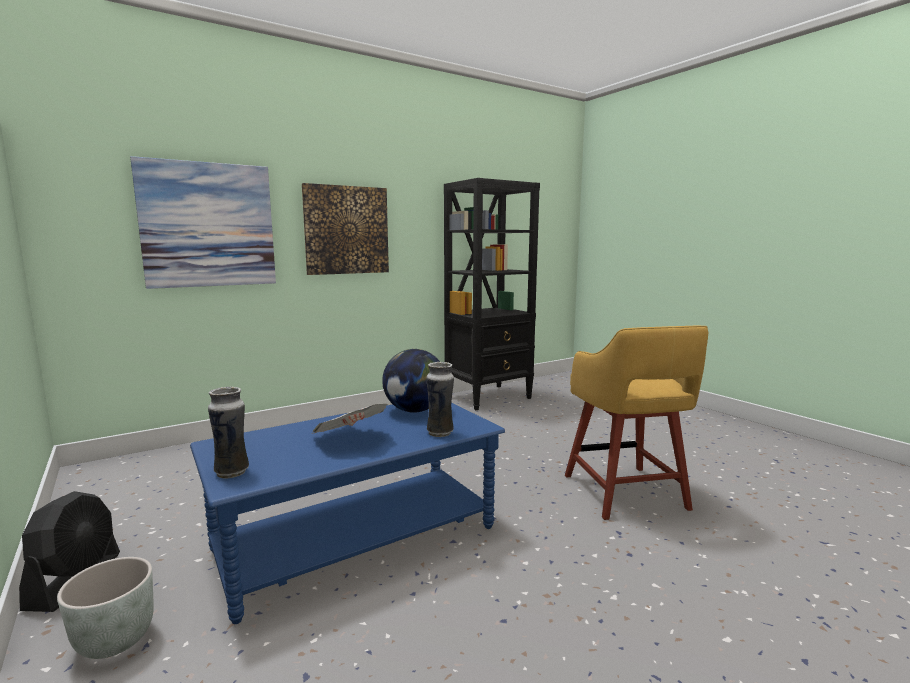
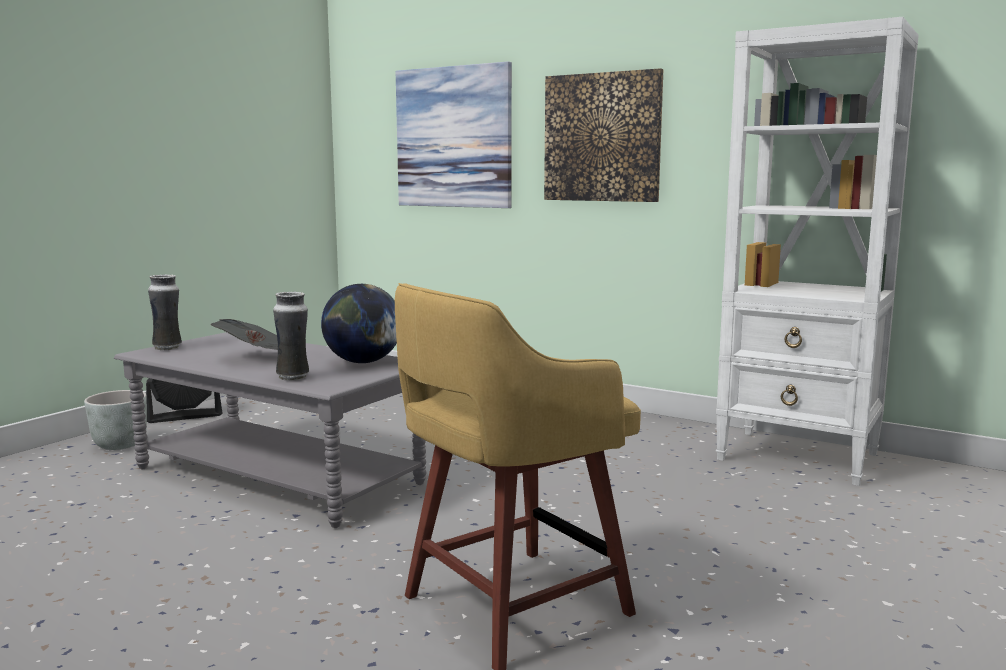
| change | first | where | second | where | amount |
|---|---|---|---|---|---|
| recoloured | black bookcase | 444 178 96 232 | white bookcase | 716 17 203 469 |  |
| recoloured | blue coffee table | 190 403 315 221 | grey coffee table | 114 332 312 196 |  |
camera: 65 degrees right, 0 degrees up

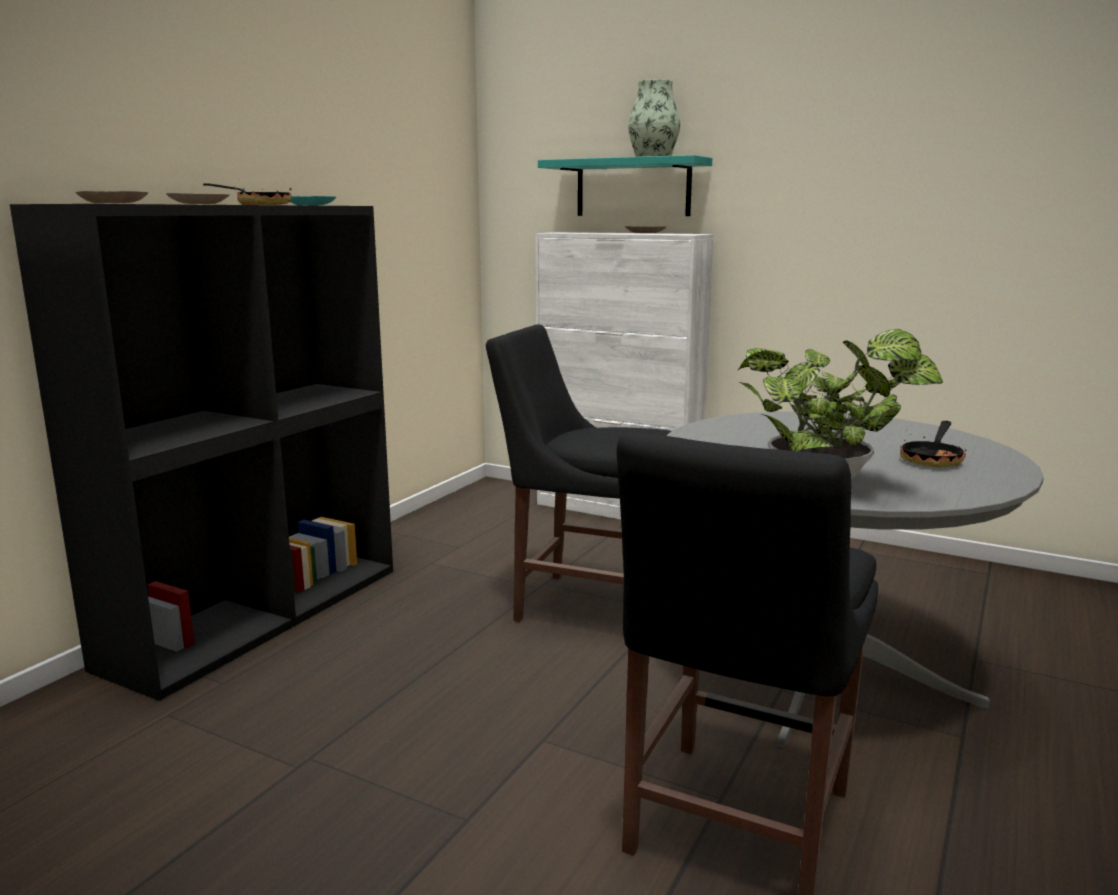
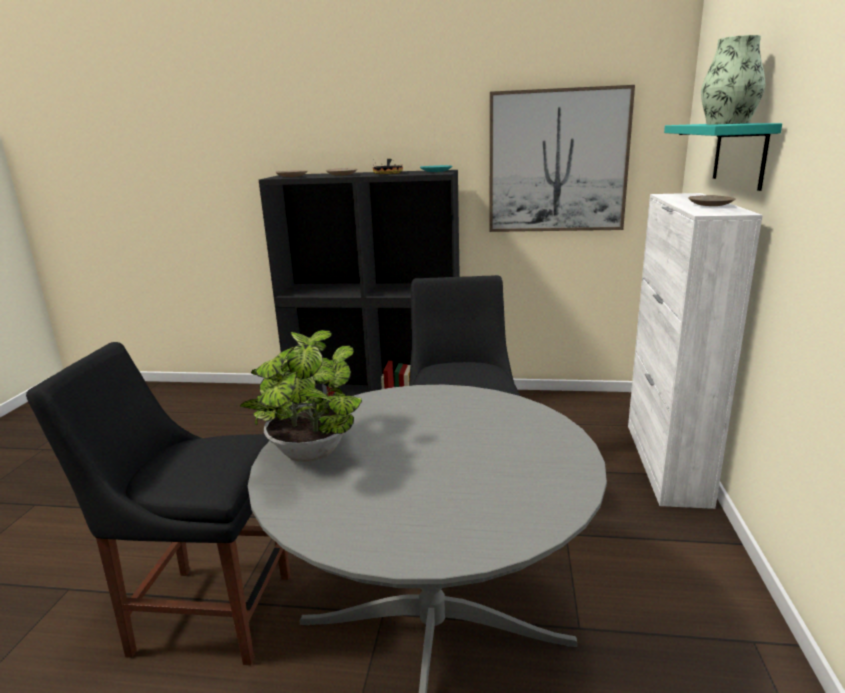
| change | first | where | second | where | amount |
|---|---|---|---|---|---|
| removed | frying pan | 900 421 66 47 |  |  |  |
| added |  |  | picture | 489 85 146 147 |  |
camera: 70 degrees right, 5 degrees up

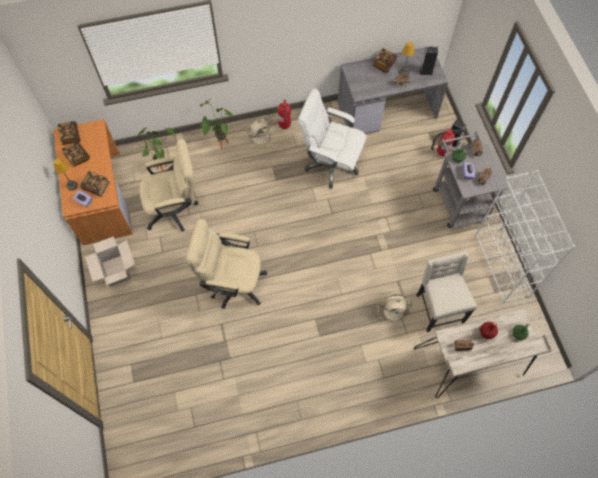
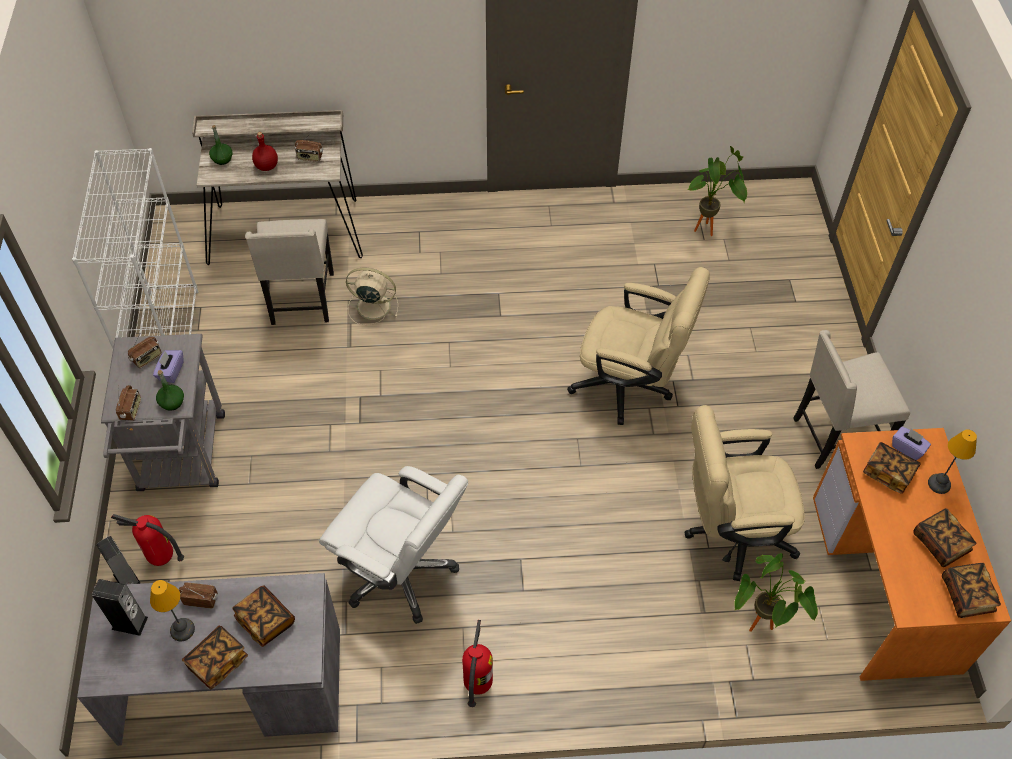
| change | first | where | second | where | amount |
|---|---|---|---|---|---|
| moved | potted plant | 200 99 33 51 |  | 687 146 60 90 |  |
| removed | beige fan | 246 117 28 31 |  |  |  |
| replaced | cardboard box | 85 236 50 51 | beige chair | 793 330 117 139 |  |
| added |  |  | book | 232 586 63 61 |  |
camera: 170 degrees left, 10 degrees down

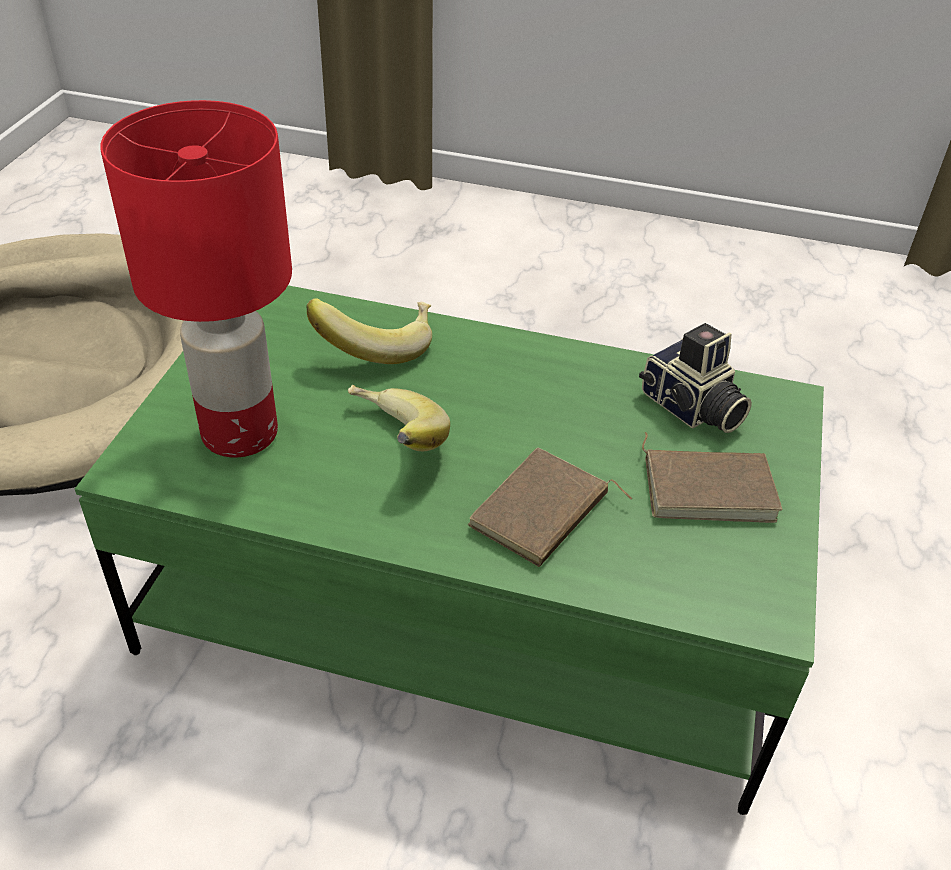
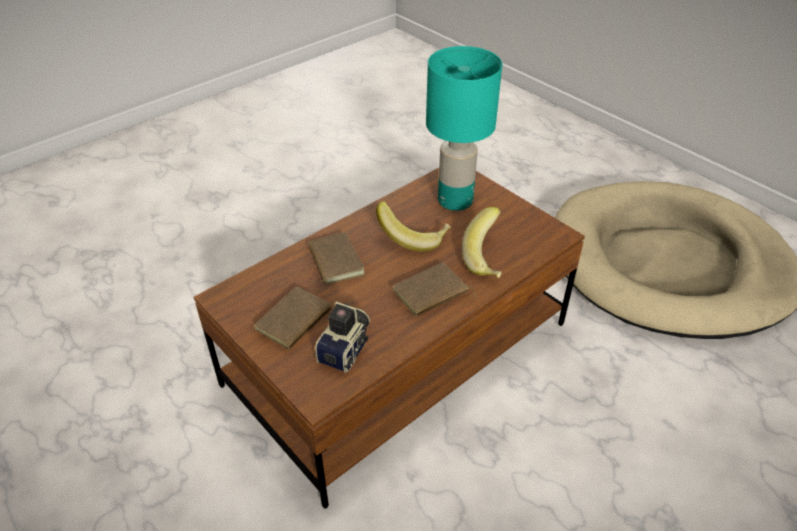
| change | first | where | second | where | amount |
|---|---|---|---|---|---|
| recoloured | red table lamp | 100 100 192 358 | turquoise table lamp | 426 46 77 165 |  |
| recoloured | green coffee table | 75 285 749 530 | brown coffee table | 194 168 391 341 |  |
| turned | photo camera | 639 323 113 110 |  | 315 302 55 71 | 120 degrees clockwise |
| added |  |  | brown book | 392 262 85 55 |  |
camera: 125 degrees right, 0 degrees up

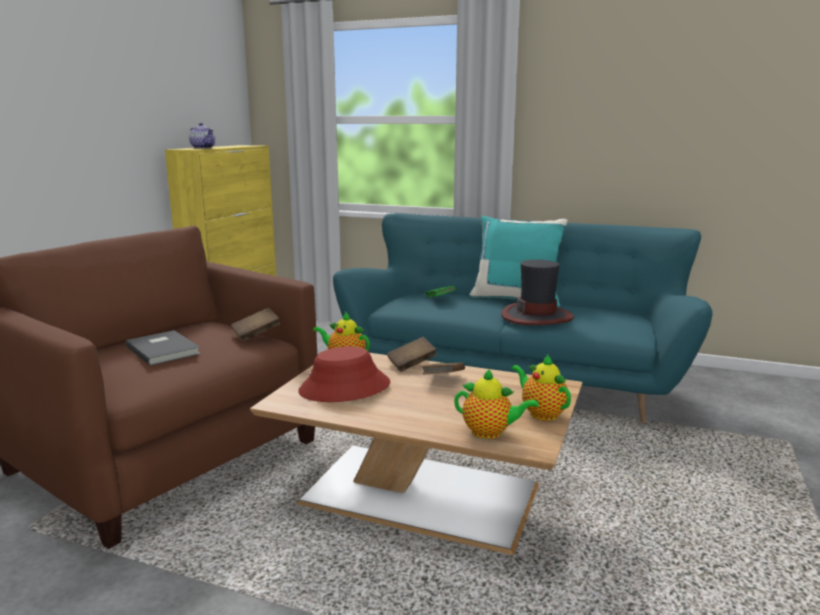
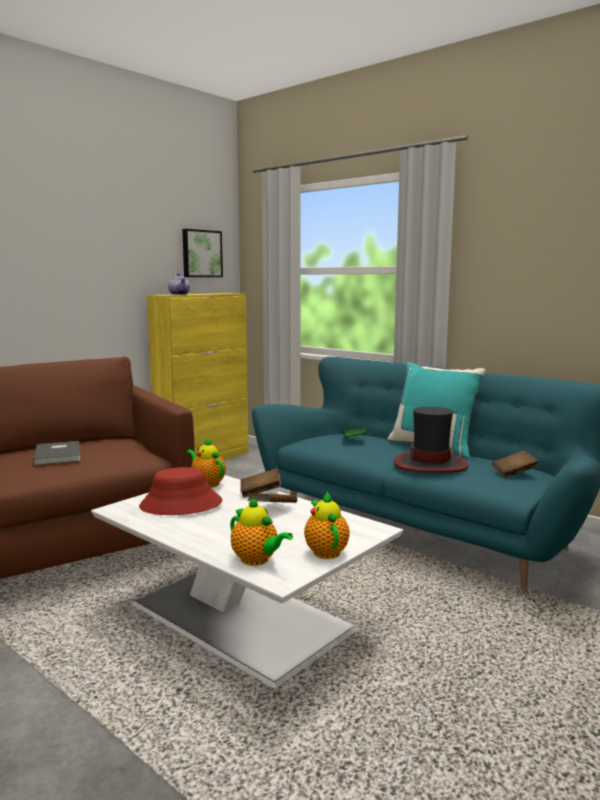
| change | first | where | second | where | amount |
|---|---|---|---|---|---|
| moved | brown book | 231 308 49 34 |  | 492 450 47 28 |  |
| recoloured | brown coffee table | 250 353 333 202 | white coffee table | 91 475 312 213 |  |
| added |  |  | picture | 182 229 41 48 |  |
camera: 20 degrees right, 5 degrees down

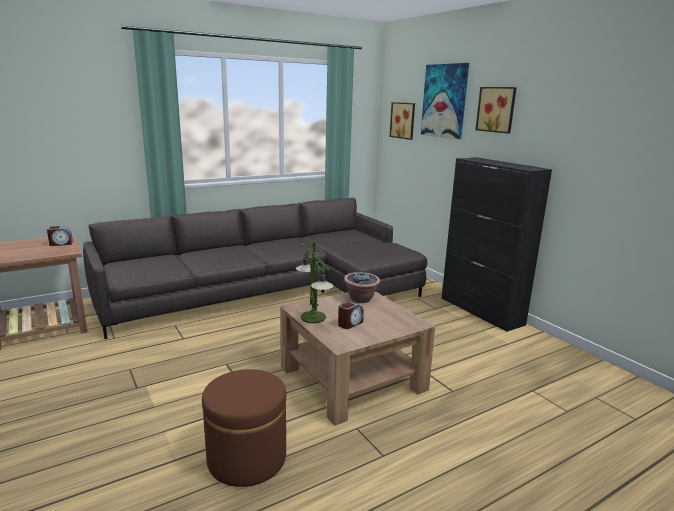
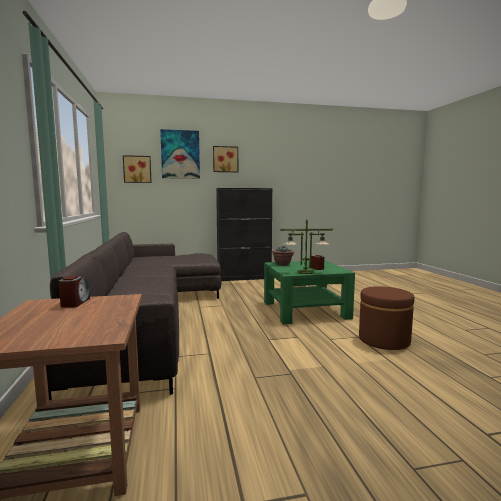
| change | first | where | second | where | amount |
|---|---|---|---|---|---|
| recoloured | brown coffee table | 280 291 155 135 | green coffee table | 264 260 91 64 |  |
camera: 70 degrees left, 10 degrees down

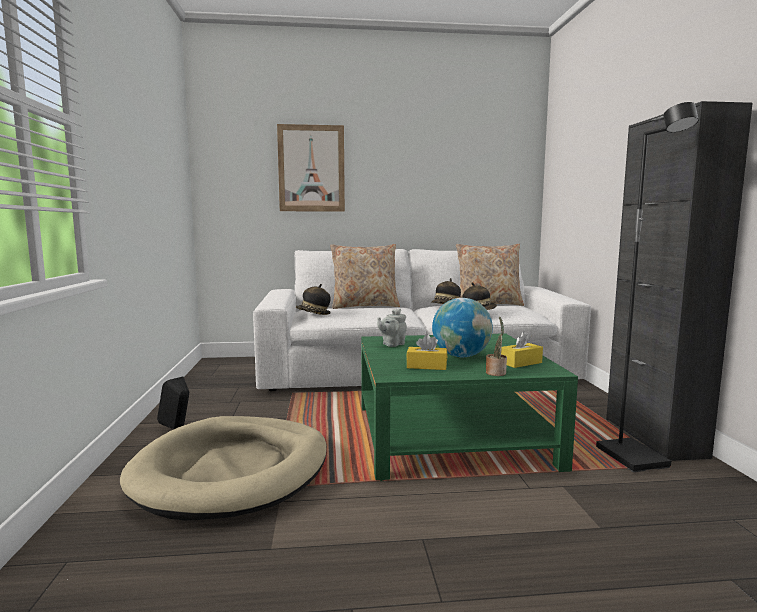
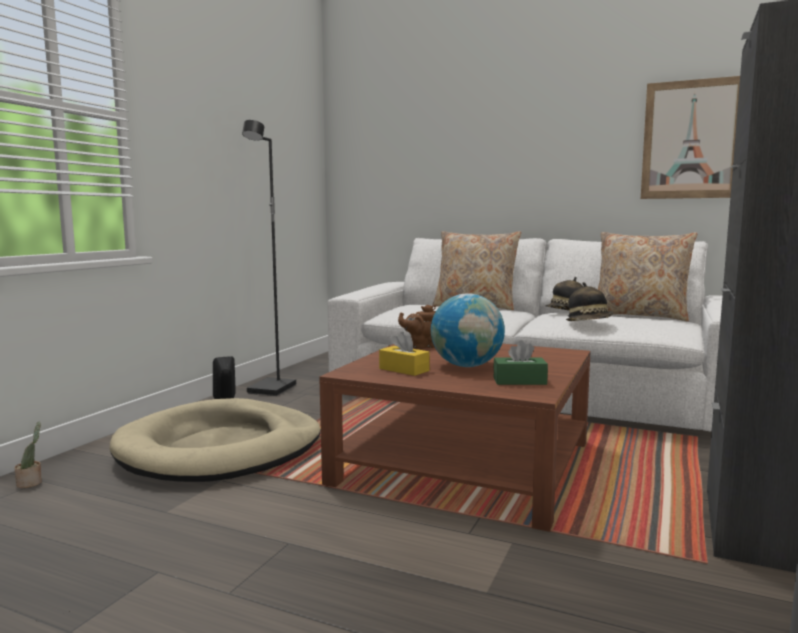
| change | first | where | second | where | amount |
|---|---|---|---|---|---|
| moved | black floor lamp | 596 102 103 370 |  | 242 120 54 276 |  |
| moved | picture | 277 124 68 88 |  | 641 76 99 123 |  |
| removed | hat | 296 284 35 31 |  |  |  |
| recoloured | grey teapot | 377 309 30 38 | brown teapot | 398 305 38 44 |  |
| moved | potted plant | 486 317 21 59 |  | 14 421 28 67 |  |
| recoloured | yellow tissue box | 501 331 42 37 | green tissue box | 493 340 55 45 |  |
| recoloured | green coffee table | 361 333 217 149 | brown coffee table | 319 344 272 188 |  |
camera: 30 degrees right, 0 degrees up

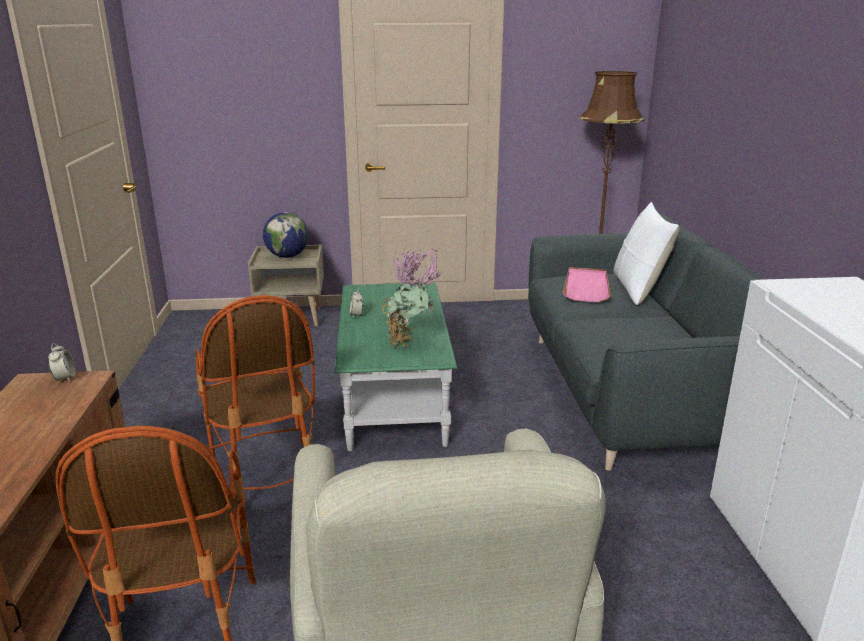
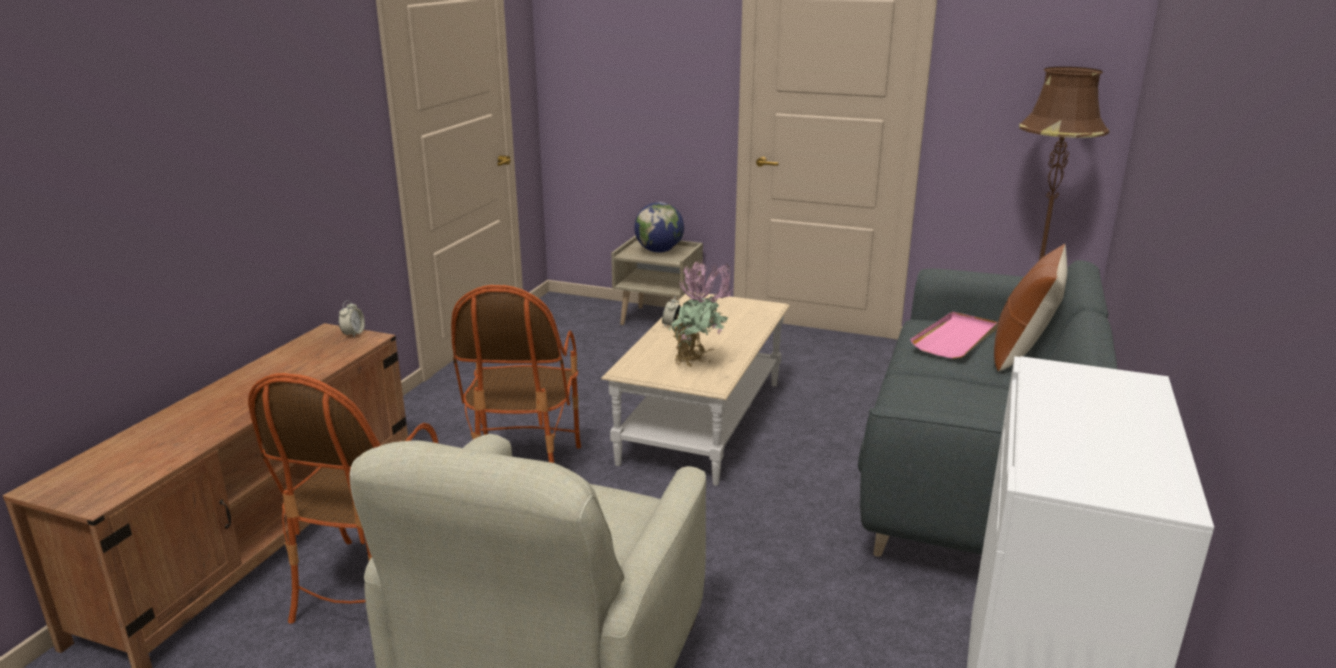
| change | first | where | second | where | amount |
|---|---|---|---|---|---|
| recoloured | white pillow | 613 202 66 104 | brown pillow | 994 244 73 127 |  |
| recoloured | green coffee table | 334 282 123 169 | beige coffee table | 601 291 189 195 |  |
camera: 25 degrees right, 0 degrees up

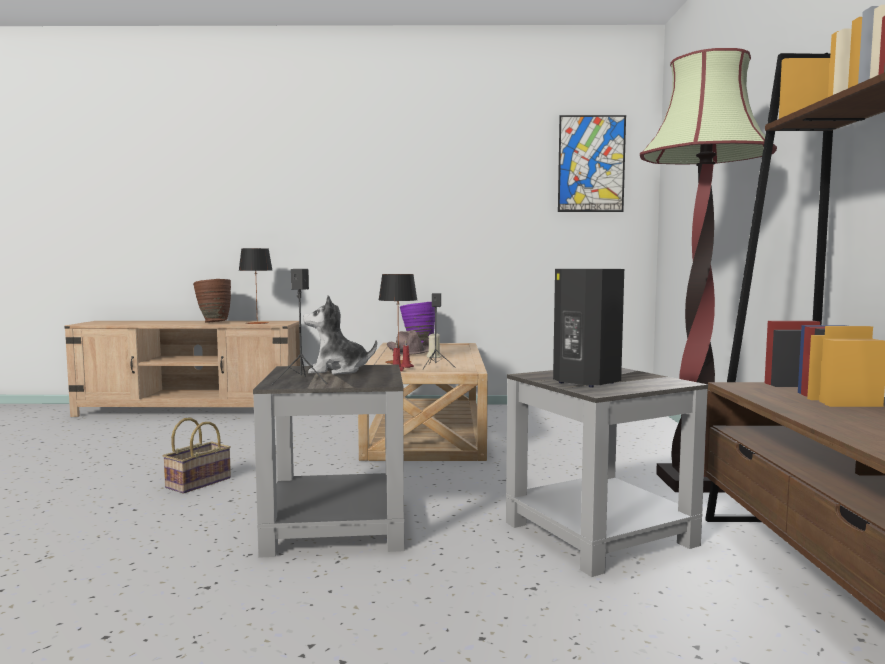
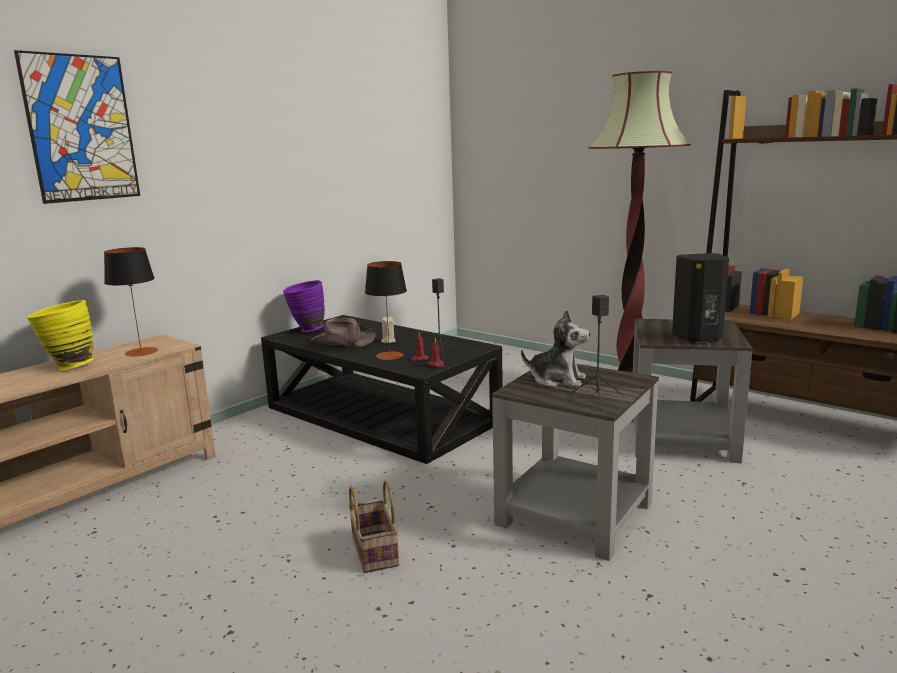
| change | first | where | second | where | amount |
|---|---|---|---|---|---|
| moved | picture | 558 115 68 97 |  | 14 50 126 154 |  |
| recoloured | brown vase | 193 279 38 43 | yellow vase | 27 300 66 70 |  |
| turned | plush toy | 303 295 74 80 |  | 521 309 69 79 | 105 degrees counterclockwise |
| recoloured | beige coffee table | 358 343 130 118 | black coffee table | 261 315 242 149 |  |
camera: 50 degrees left, 10 degrees up

